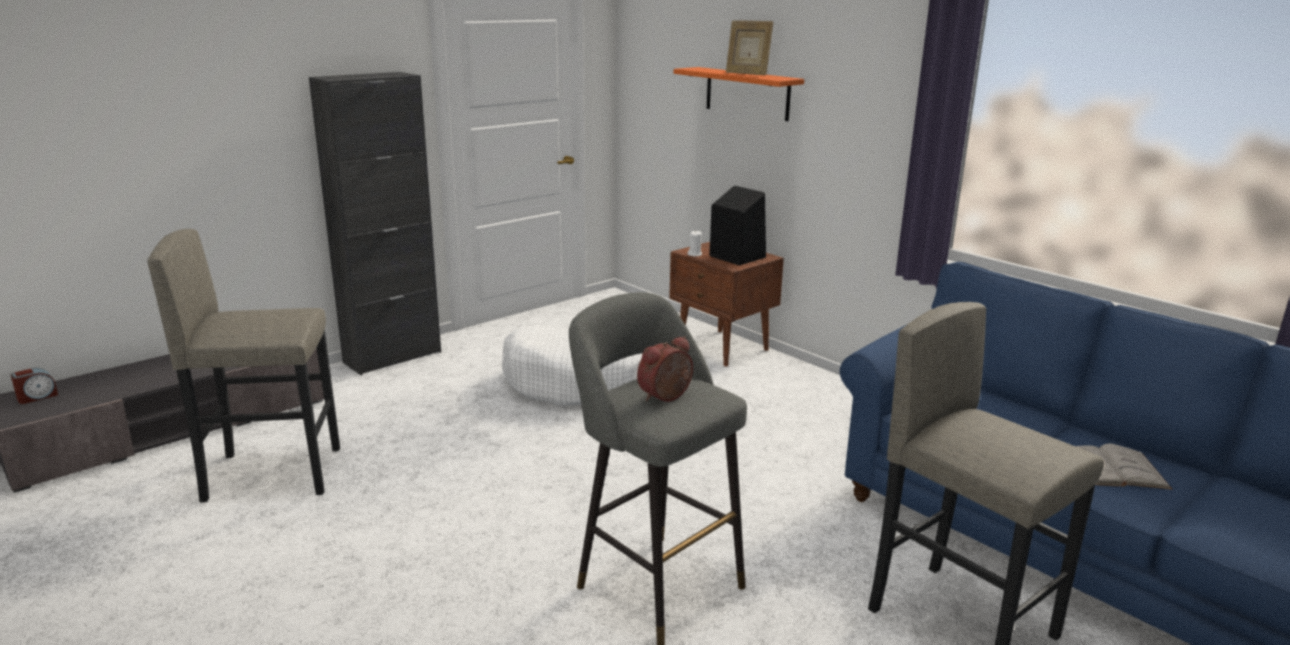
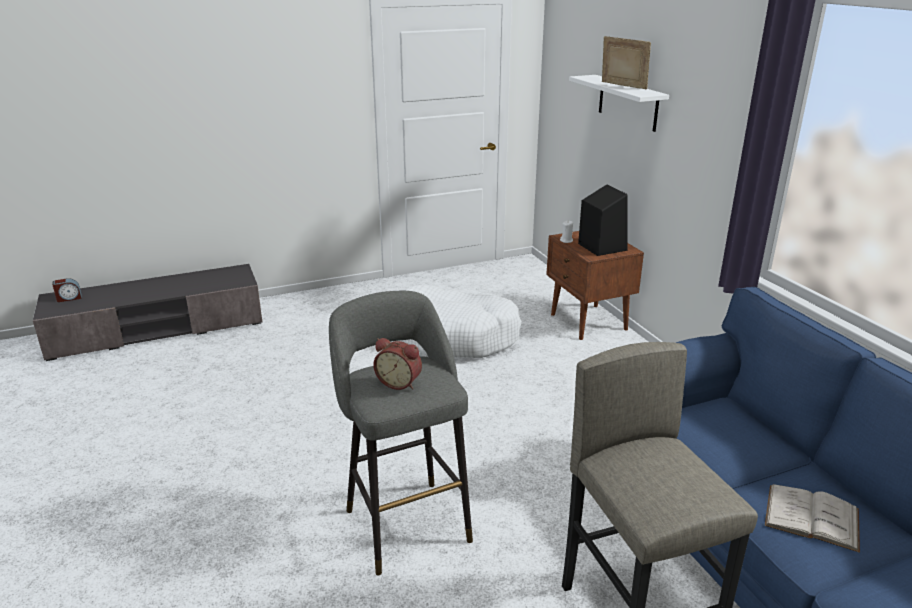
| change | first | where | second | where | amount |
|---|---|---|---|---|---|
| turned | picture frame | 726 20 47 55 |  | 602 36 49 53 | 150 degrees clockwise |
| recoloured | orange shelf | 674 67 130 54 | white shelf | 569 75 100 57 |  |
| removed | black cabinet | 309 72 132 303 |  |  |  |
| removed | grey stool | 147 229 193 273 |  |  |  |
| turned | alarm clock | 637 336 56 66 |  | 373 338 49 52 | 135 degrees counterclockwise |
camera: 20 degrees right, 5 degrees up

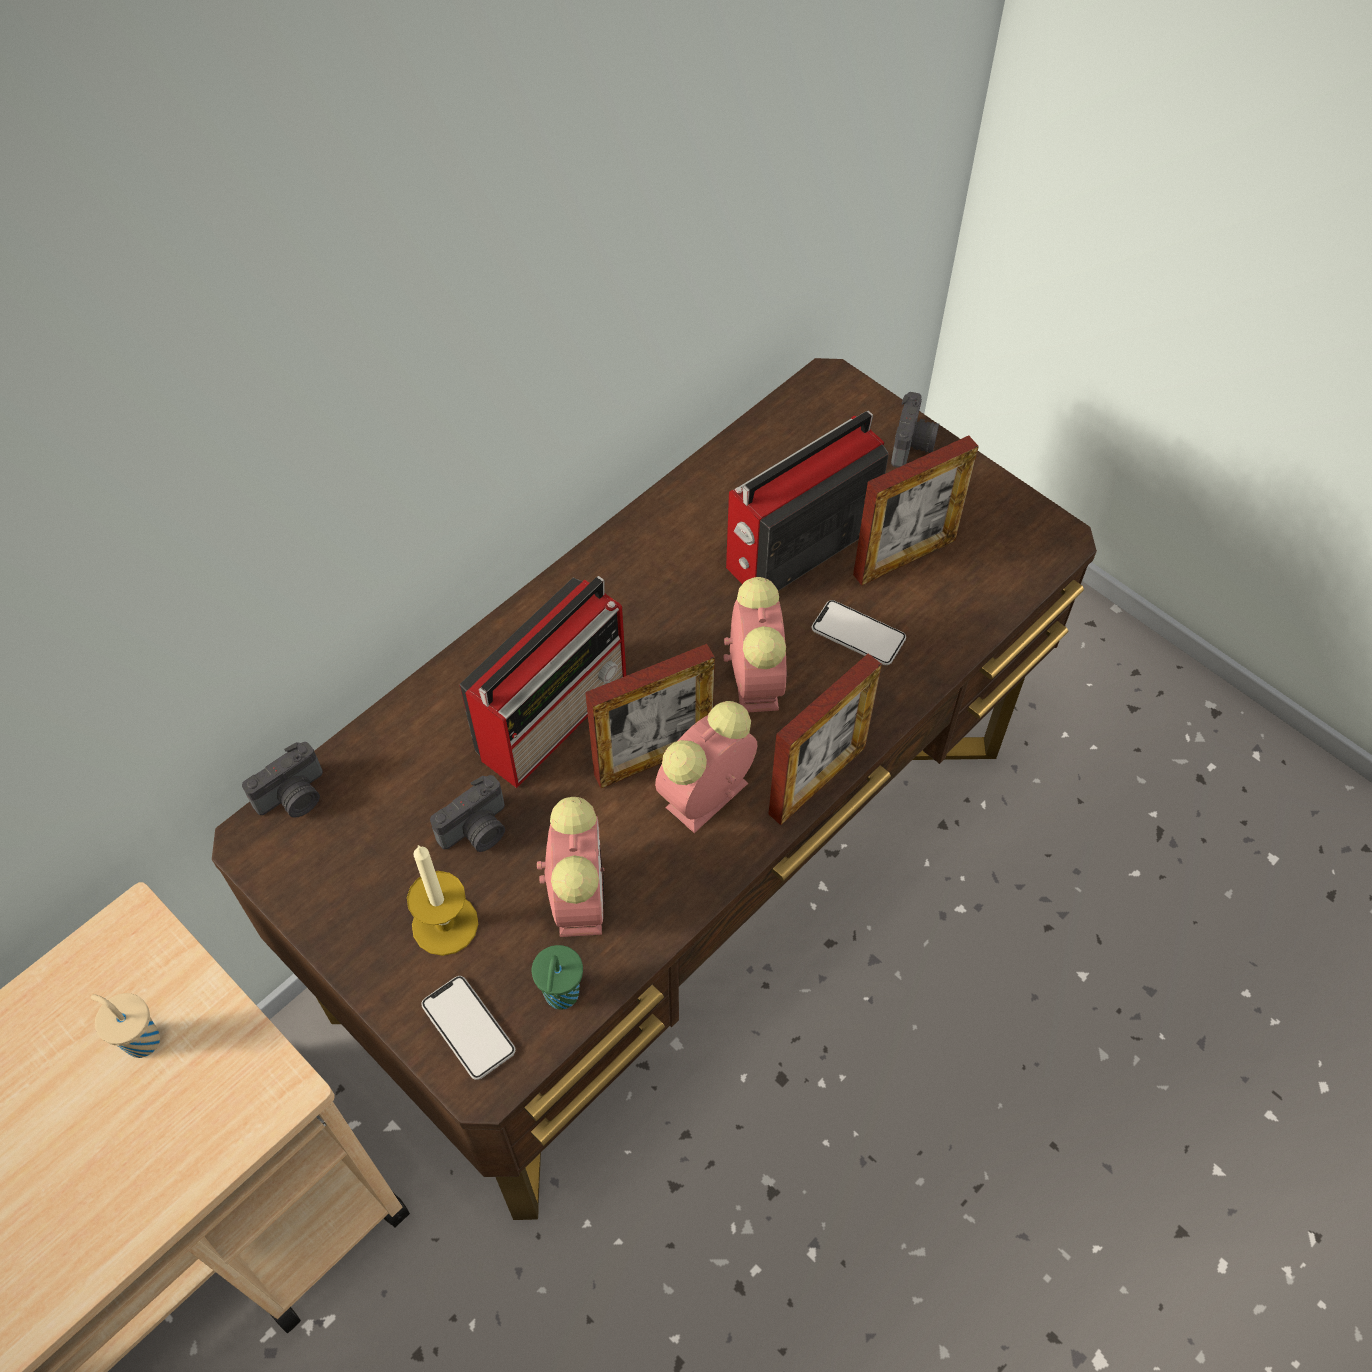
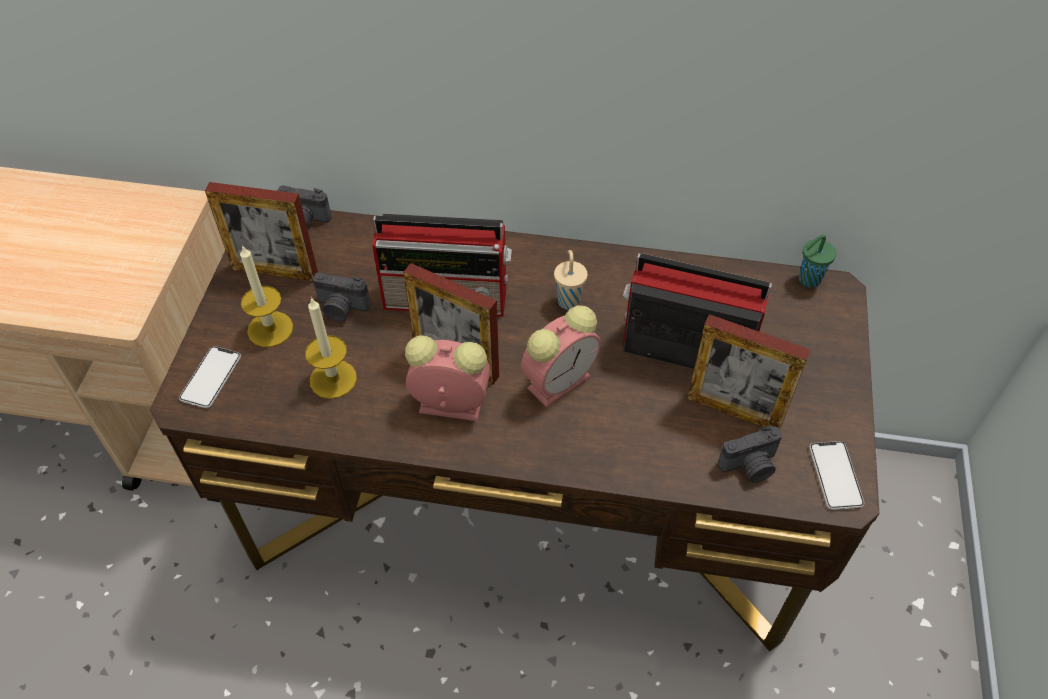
| change | first | where | second | where | amount |
|---|---|---|---|---|---|
| moved | photo camera | 891 392 48 75 |  | 718 425 64 58 |  |
| moved | phone | 812 600 94 65 |  | 809 441 55 69 |  |
| moved | picture frame | 768 653 114 172 |  | 205 182 113 99 |  |
| replaced | alarm clock | 537 797 67 140 | candle | 305 297 52 102 |  |
| moved | green cup | 532 945 51 65 |  | 799 235 37 53 |  |
| moved | beige cup | 91 993 69 65 |  | 554 250 34 60 |  |
camera: 55 degrees right, 5 degrees down

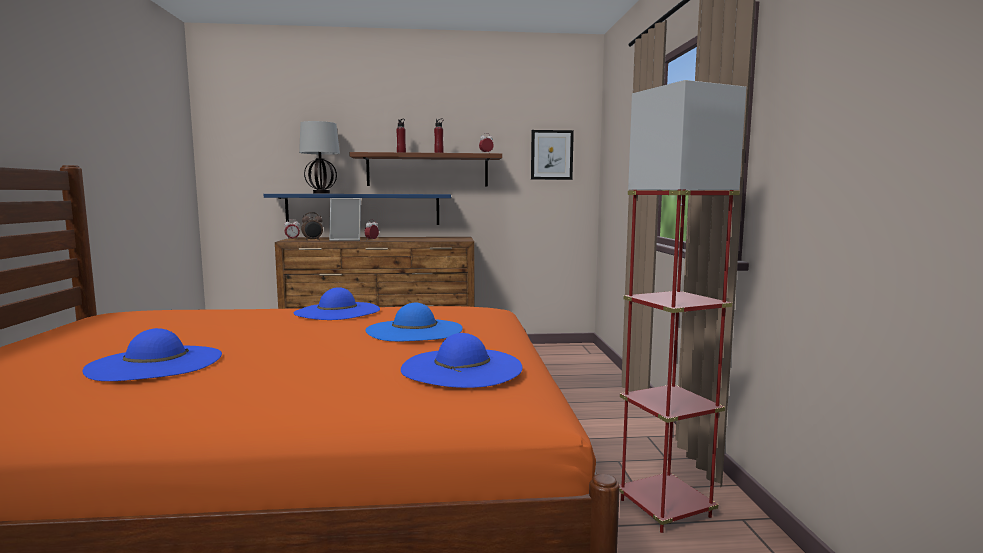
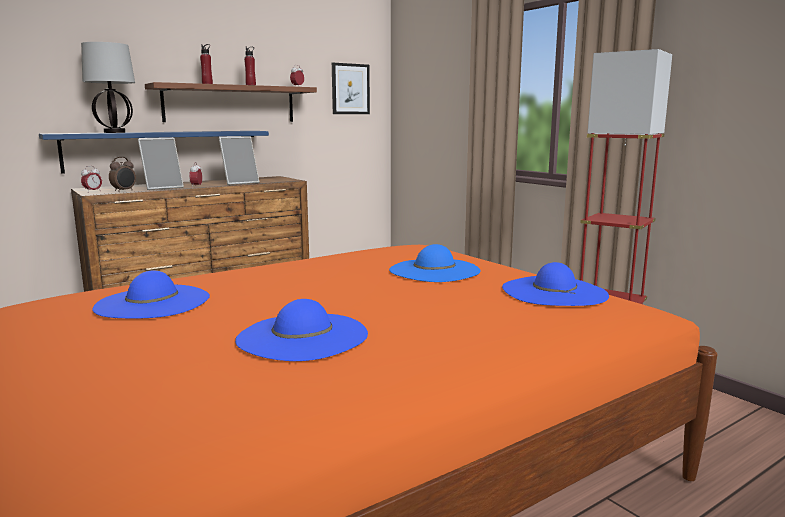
| change | first | where | second | where | amount |
|---|---|---|---|---|---|
| moved | blue hat | 294 287 86 33 |  | 92 270 118 48 |  |
| added |  |  | picture frame | 219 136 40 49 |  |
camera: 30 degrees left, 5 degrees up

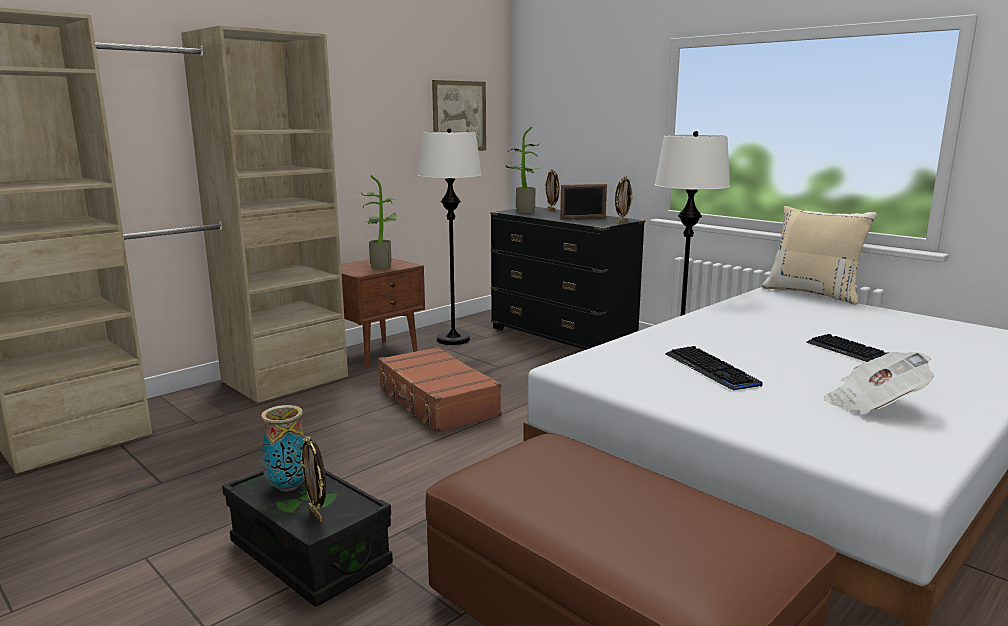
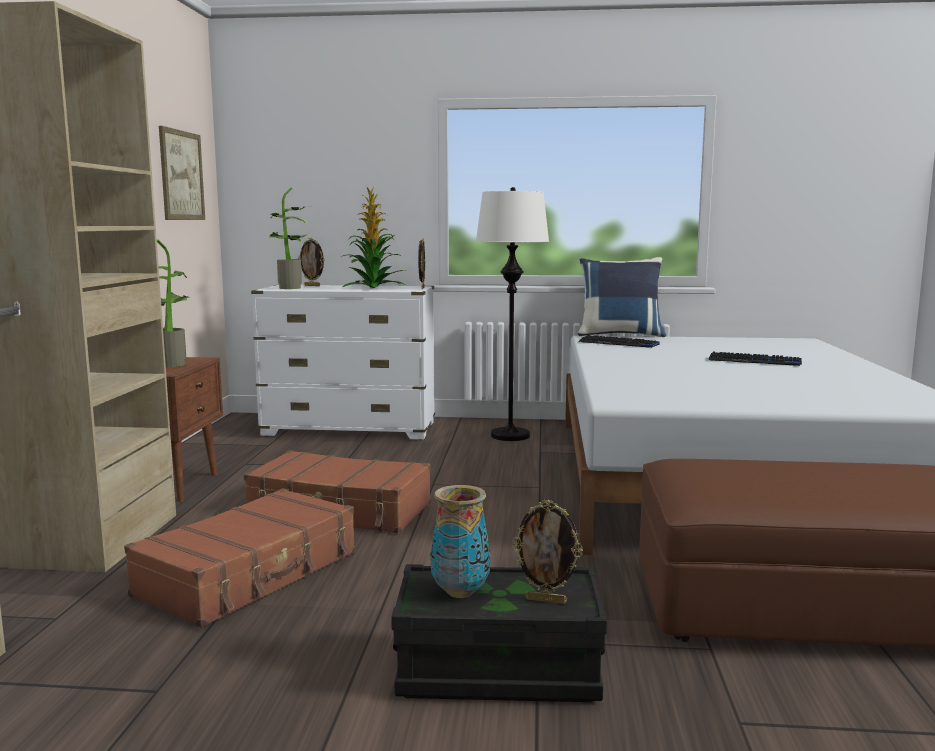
| change | first | where | second | where | amount |
|---|---|---|---|---|---|
| removed | white floor lamp | 418 128 64 217 |  |  |  |
| replaced | picture frame | 560 184 47 35 | potted plant | 341 188 65 100 |  |
| recoloured | black dresser | 490 206 155 144 | white dresser | 251 285 184 155 |  |
| recoloured | beige pillow | 762 206 115 99 | blue pillow | 578 257 88 80 |  |
| moved | keyboard | 665 346 97 44 |  | 578 335 82 13 |  |
| removed | newspaper | 824 352 110 62 |  |  |  |
| added |  |  | brown suitcase | 124 488 231 140 |  |
camera: 40 degrees left, 5 degrees down

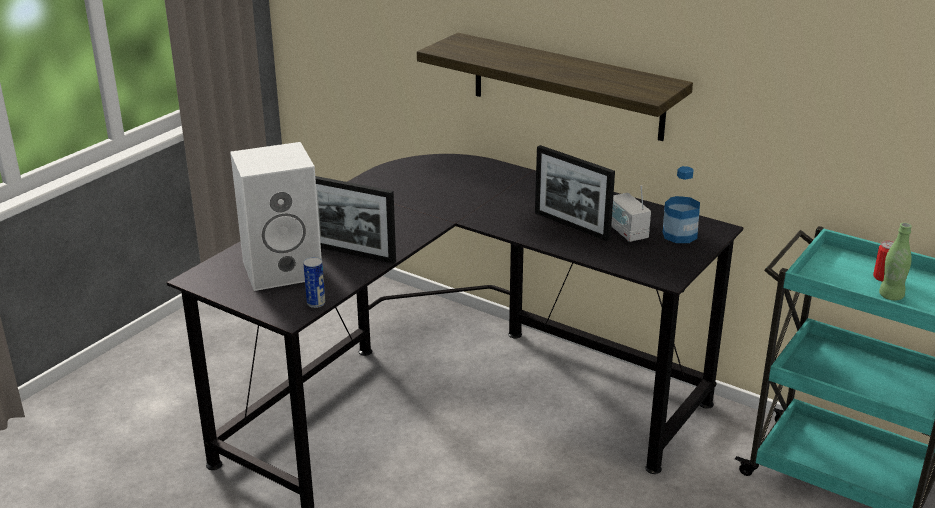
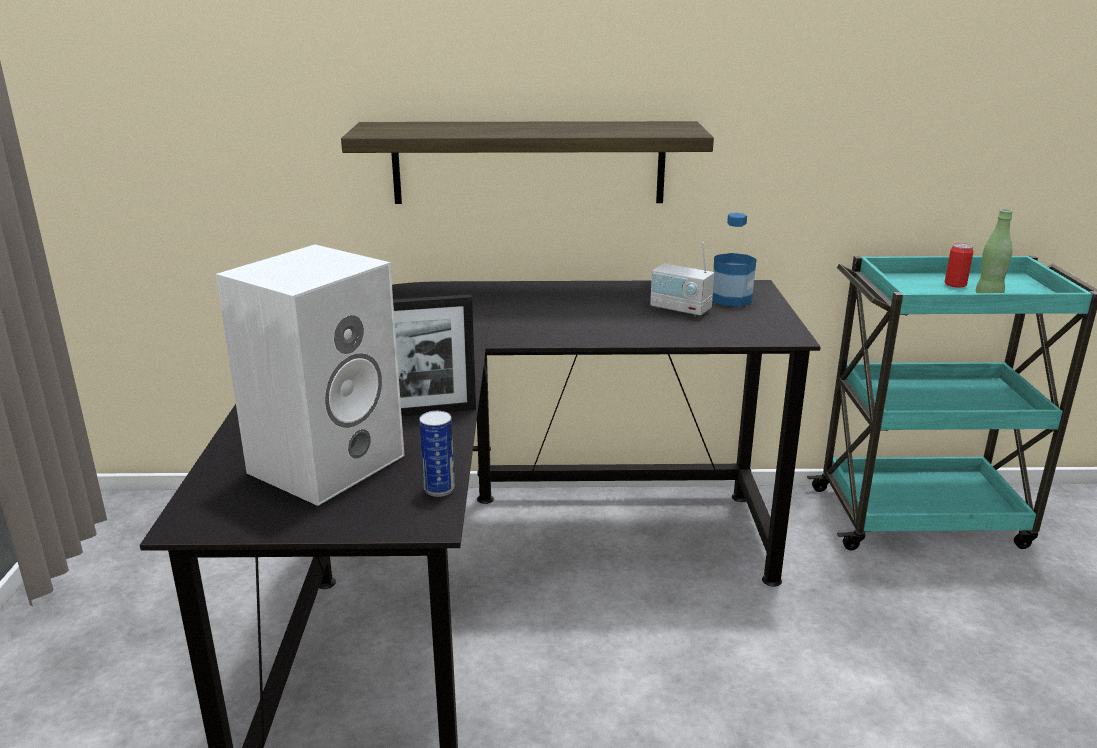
| change | first | where | second | where | amount |
|---|---|---|---|---|---|
| removed | picture frame | 535 145 80 96 |  |  |  |
camera: 35 degrees left, 5 degrees down

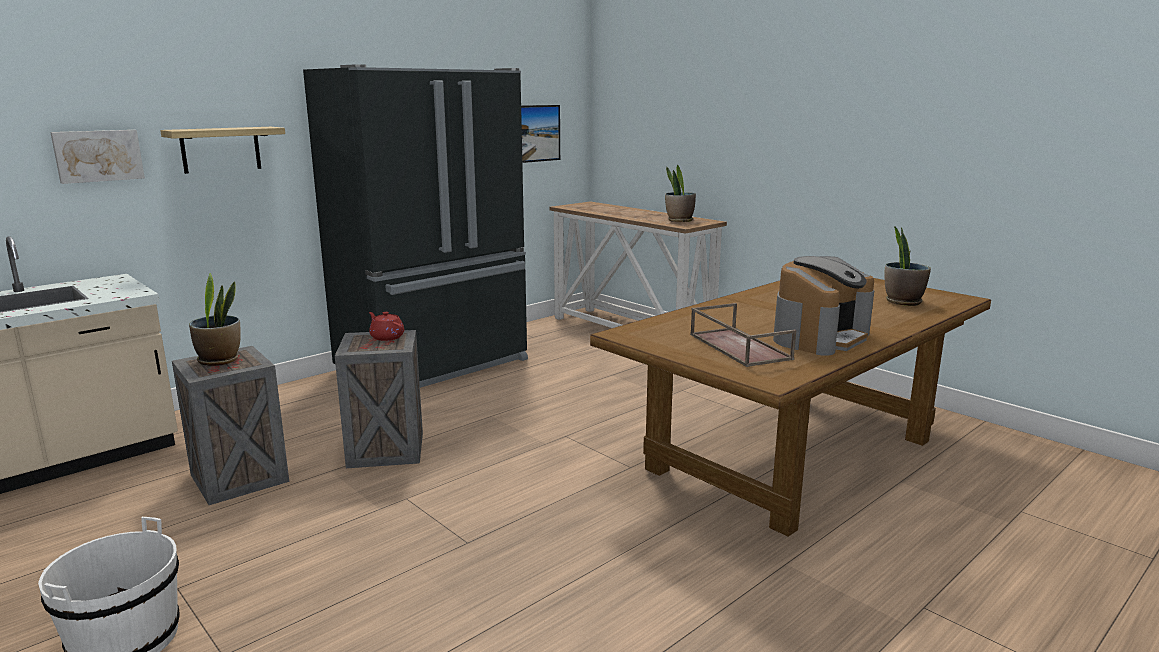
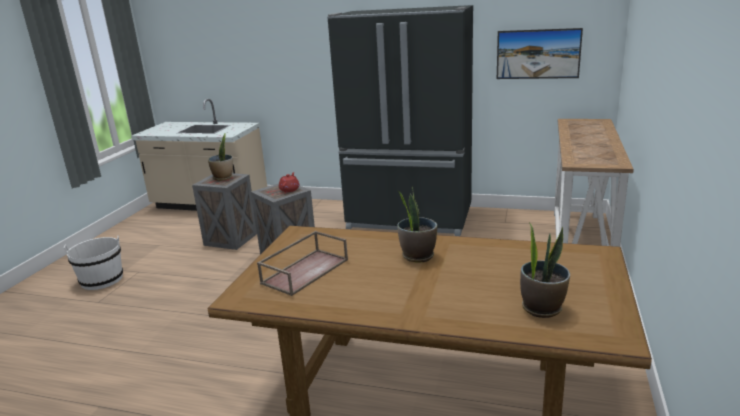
| change | first | where | second | where | amount |
|---|---|---|---|---|---|
| removed | shelf | 160 127 125 47 |  |  |  |
| removed | picture | 50 130 95 54 |  |  |  |
| moved | potted plant | 665 165 31 57 |  | 397 187 40 76 |  |
| removed | coffee machine | 773 256 101 100 |  |  |  |
camera: 60 degrees right, 5 degrees up

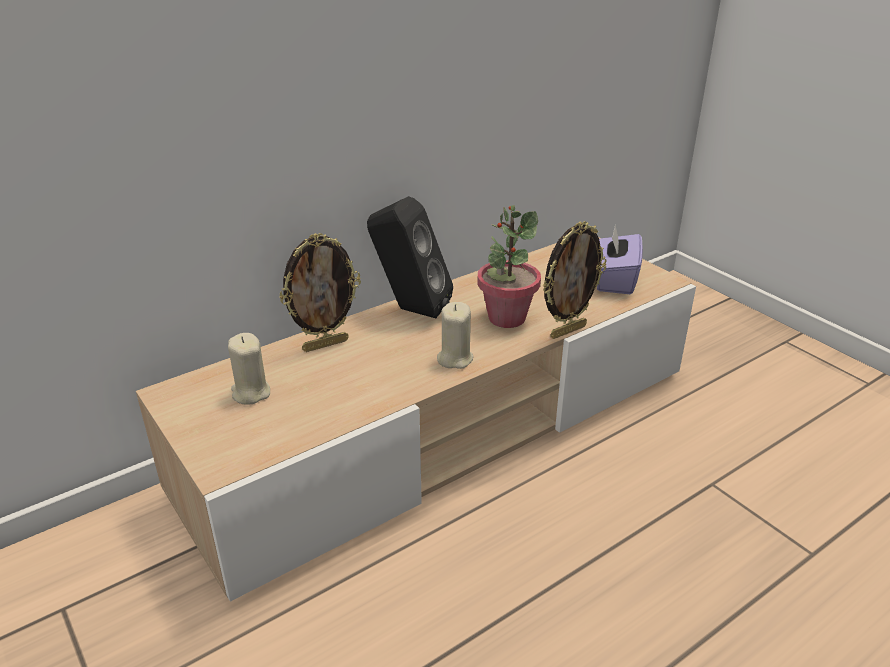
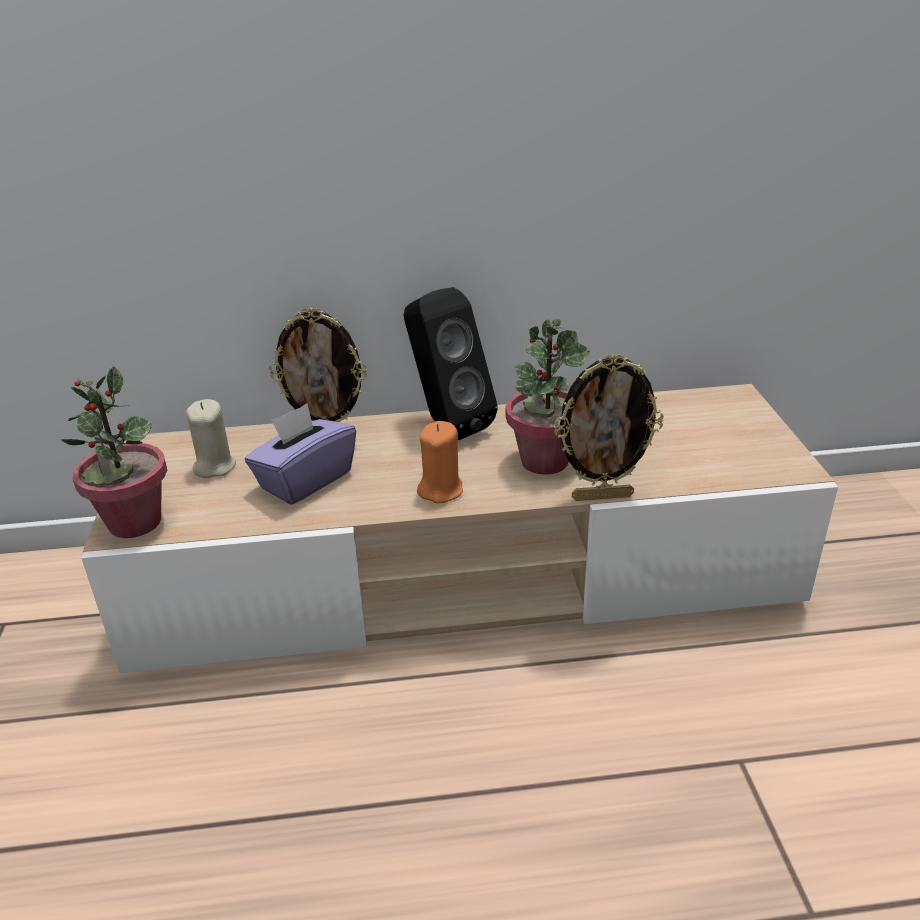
| change | first | where | second | where | amount |
|---|---|---|---|---|---|
| moved | purple tissue box | 597 225 46 69 |  | 245 404 111 101 |  |
| recoloured | beige candle | 437 302 37 67 | orange candle | 417 421 46 83 |  |
| added |  |  | potted plant | 61 366 106 172 |  |
camera: 30 degrees right, 0 degrees up

